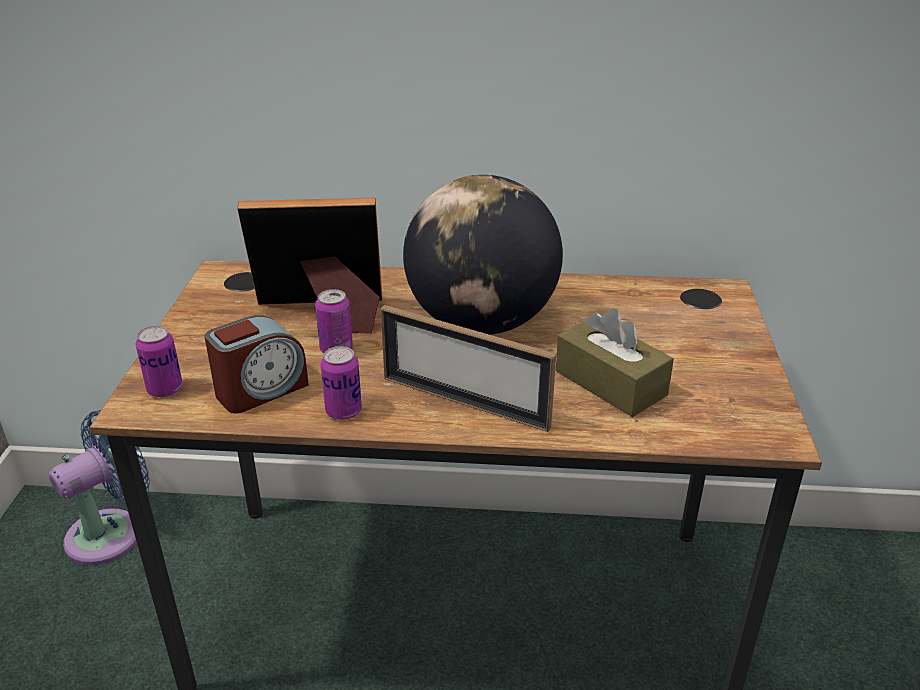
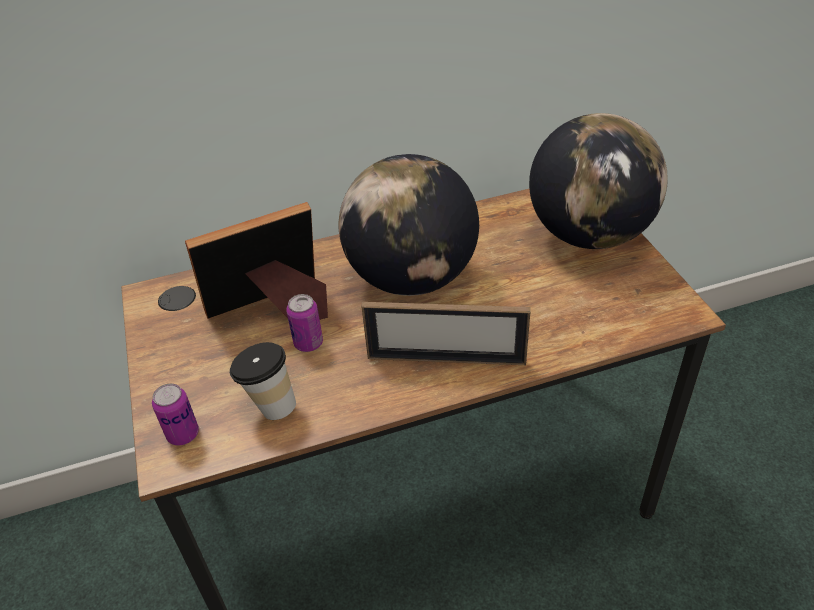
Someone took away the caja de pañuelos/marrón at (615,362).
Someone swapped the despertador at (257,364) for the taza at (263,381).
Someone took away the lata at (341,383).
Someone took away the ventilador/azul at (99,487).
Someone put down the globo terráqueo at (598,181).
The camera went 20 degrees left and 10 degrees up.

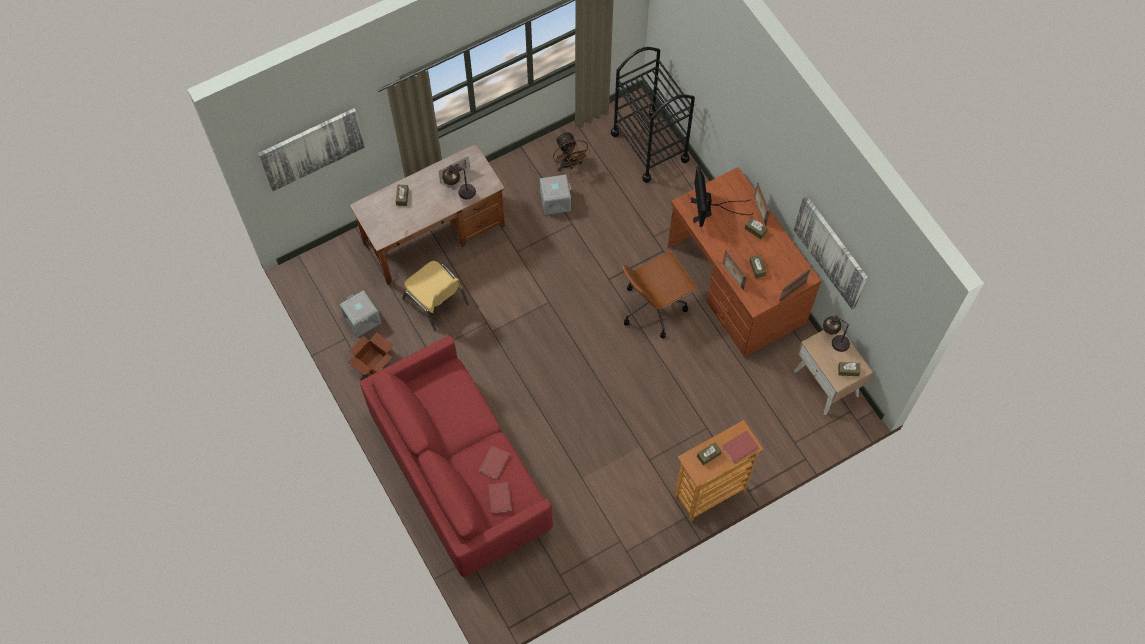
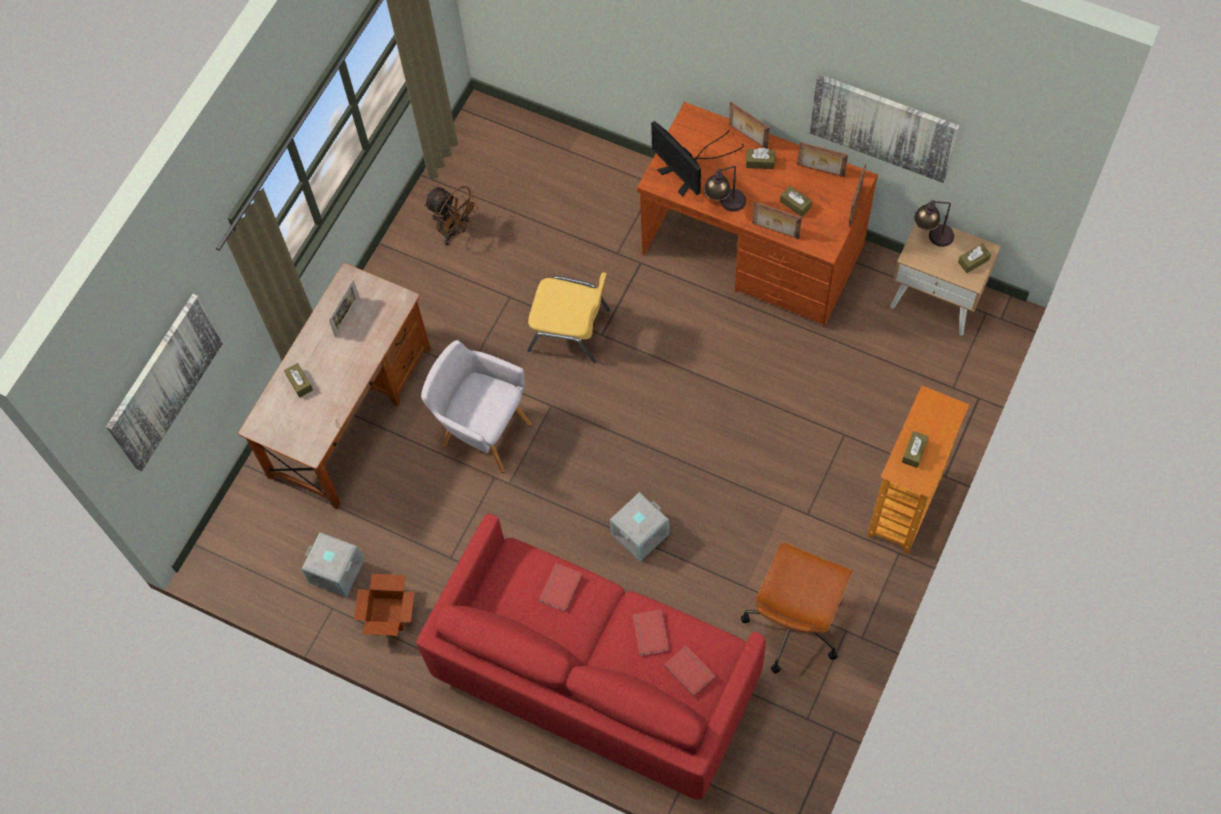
Someone took away the carrito/negro at (653,115).
Someone carried the lámpara de mesa from (459,182) to (725,189).
Someone carried the caja de almacenaje/gris from (555,194) to (639,526).
Someone carried the silla de oficina/marrón from (660,294) to (797,607).
Someone carried the silla/amarillo from (435,295) to (568,317).
Someone carried the libro/rojo from (740,446) to (561,587).
Someone put down the portarretratos at (822,159).
Someone put down the sillón/gris at (476,406).
The camera went 30 degrees left and 0 degrees up.

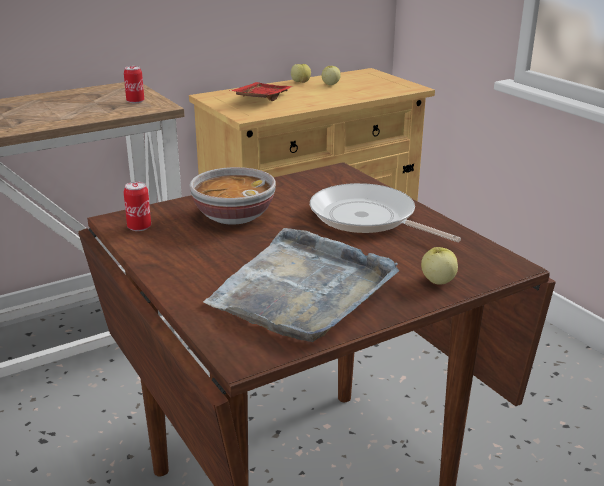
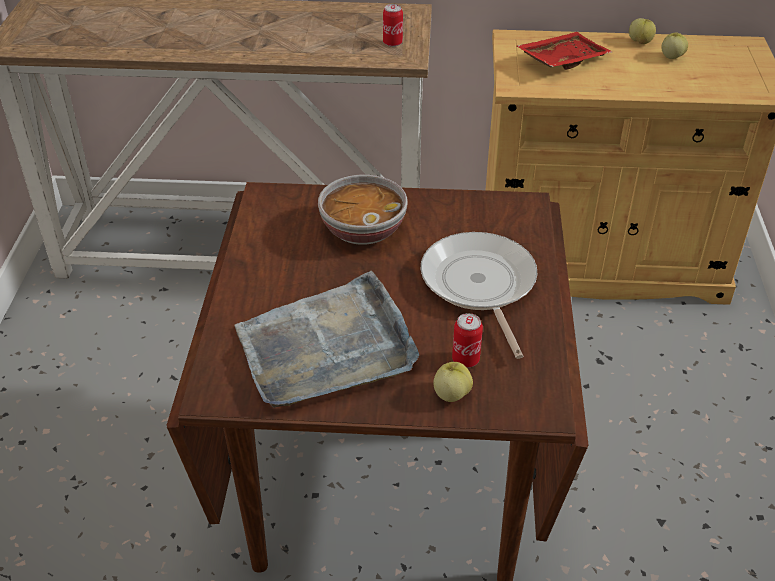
Someone carried the lata from (137,206) to (467,340).
The camera went 35 degrees right and 15 degrees up.

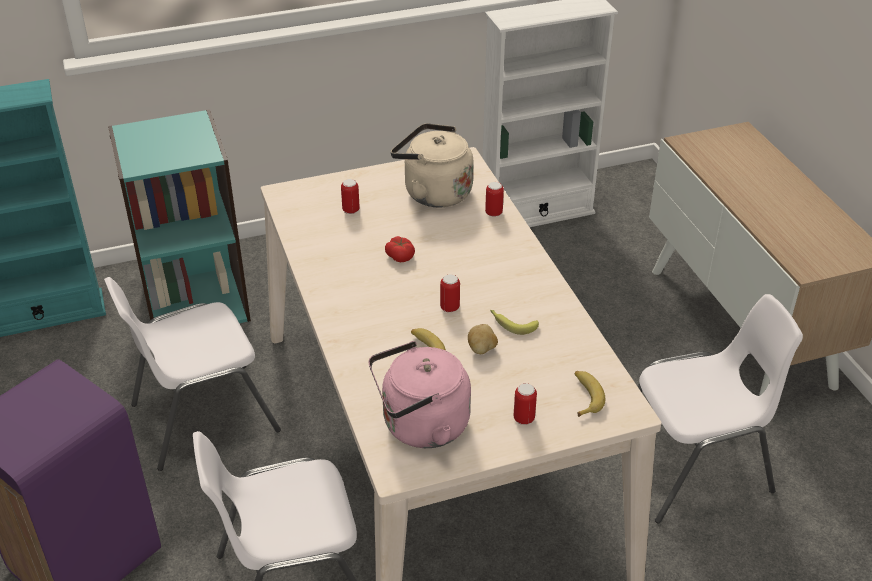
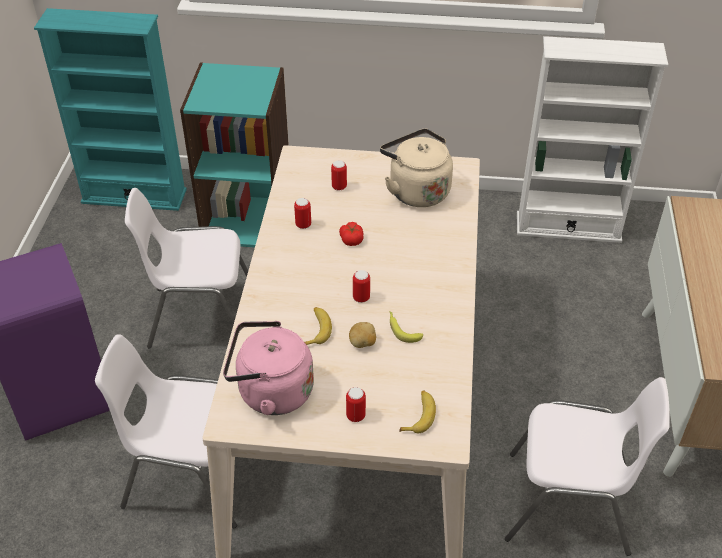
Someone carried the lata from (494,199) to (302,213).
The camera went 25 degrees right and 5 degrees up.

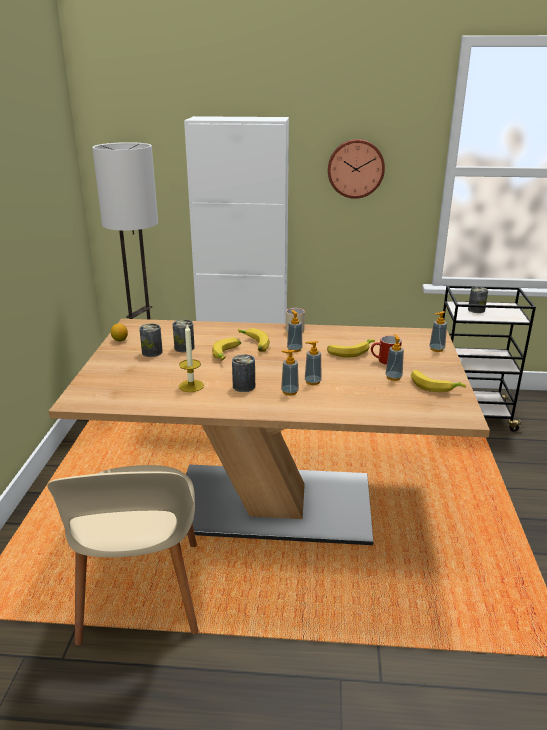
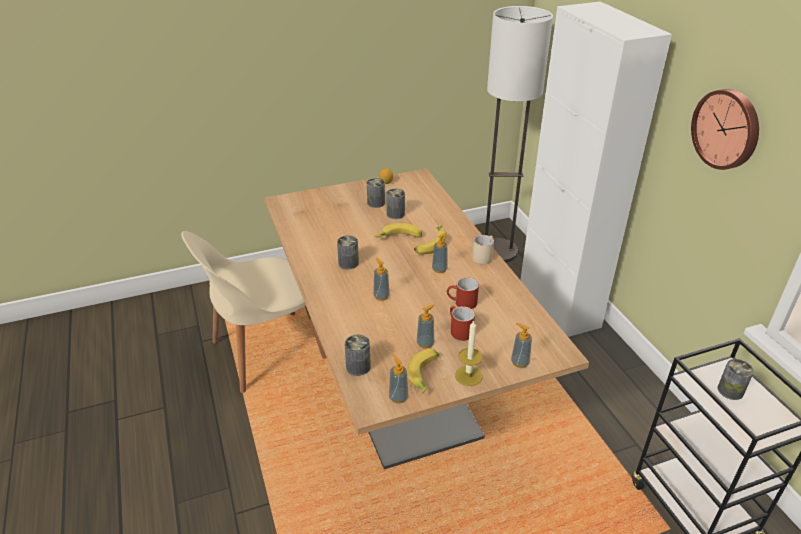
Someone carried the vela from (191,358) to (468,353).
Someone swapped the plátano at (351,348) for the taza grande/rojo at (463,293).
Someone carried the dispensador de jabón from (290,372) to (398,379).
Someone put down the lata at (358,355).
The camera went 65 degrees right and 10 degrees up.

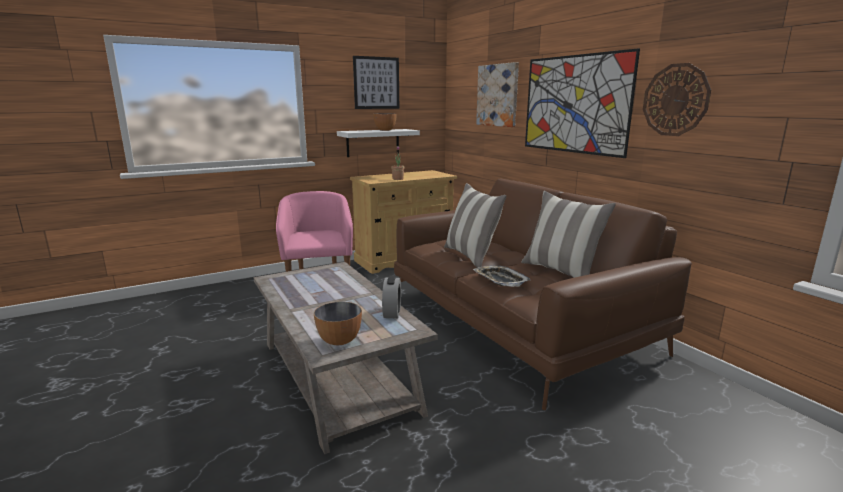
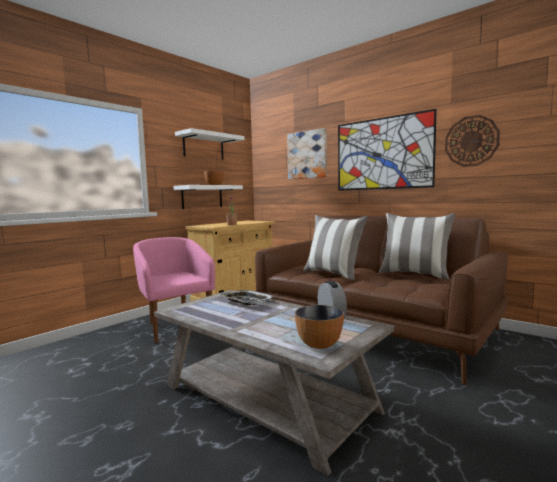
Someone swapped the cuadro at (376,82) for the estante/blanco at (210,144).
Someone carried the bandeja from (501,276) to (246,297).
The camera went 20 degrees left and 10 degrees down.

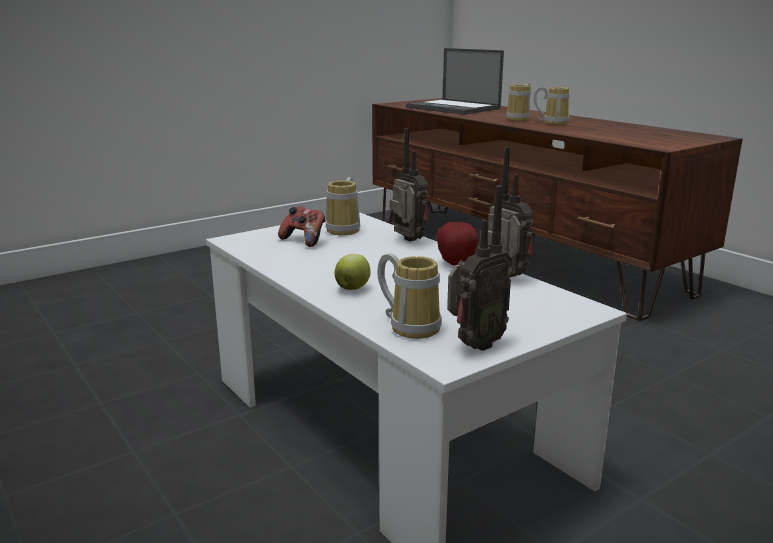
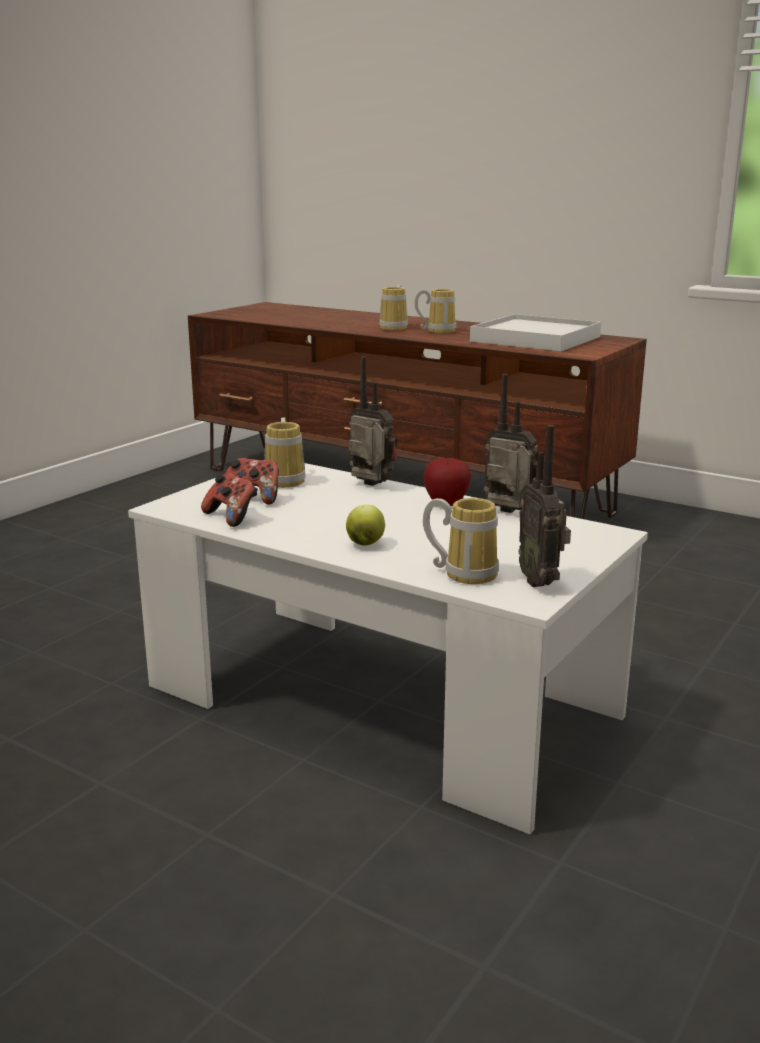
Someone took away the portátil at (455,81).
Someone rotated the radio at (479,268) by 135 degrees clockwise.
Someone put down the bandeja/blanco at (535,333).
Someone put down the mando de consola at (229,500).
The camera went 20 degrees left and 0 degrees up.

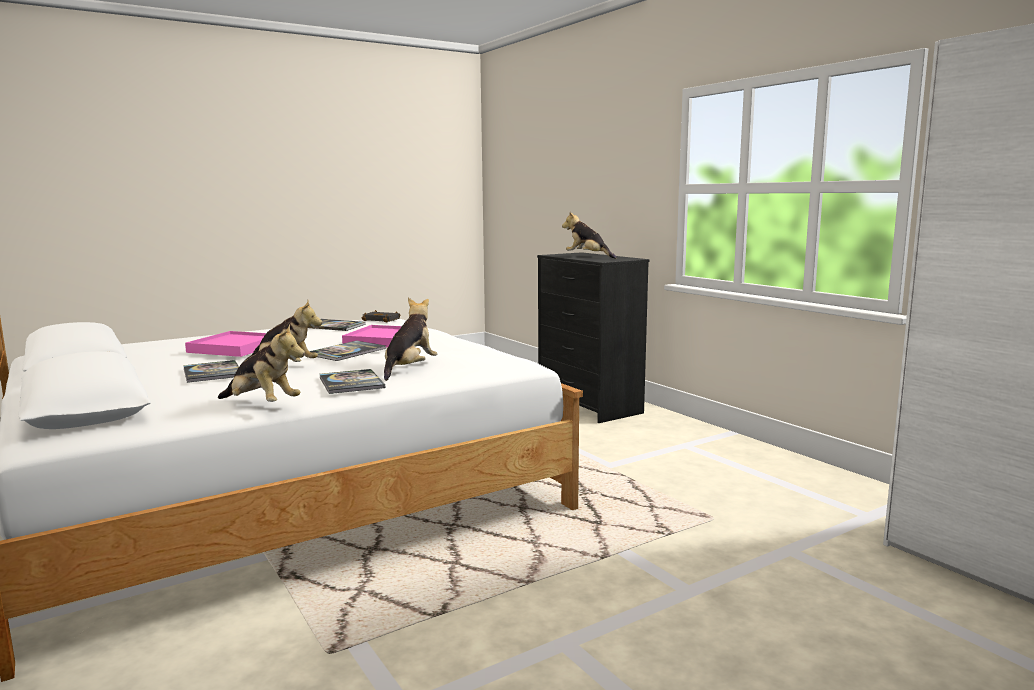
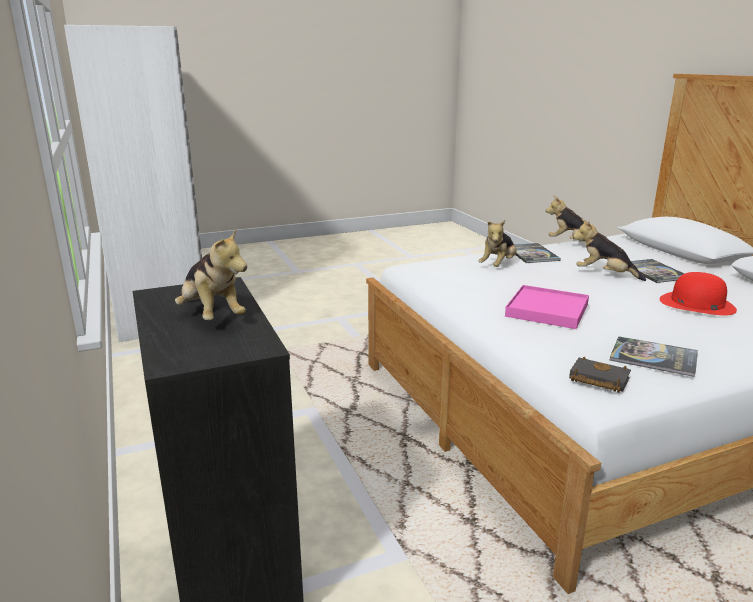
Someone swapped the bandeja/rosa at (225,344) for the sombrero/rojo at (698,293).
Someone took away the libro at (347,351).
The camera went 170 degrees left and 10 degrees up.

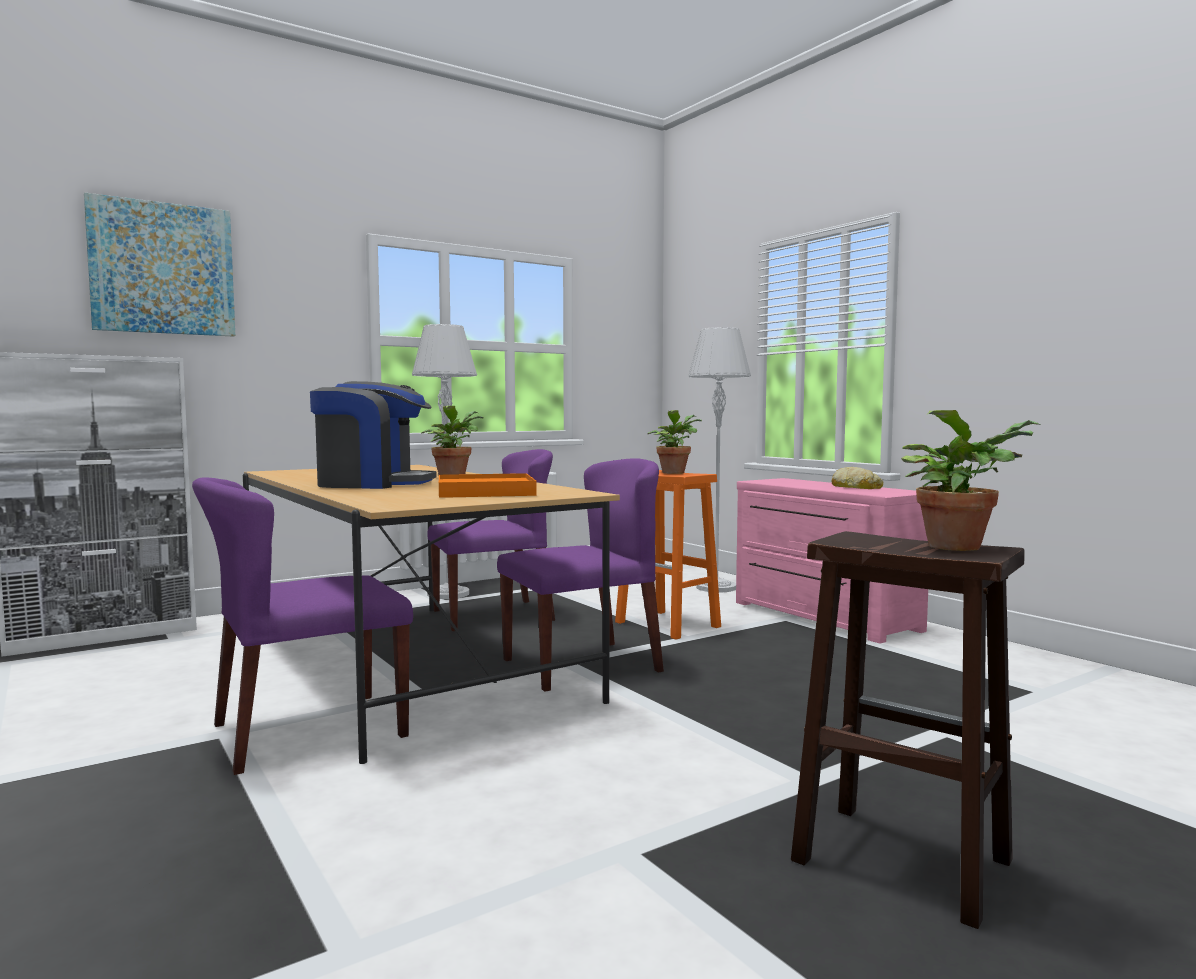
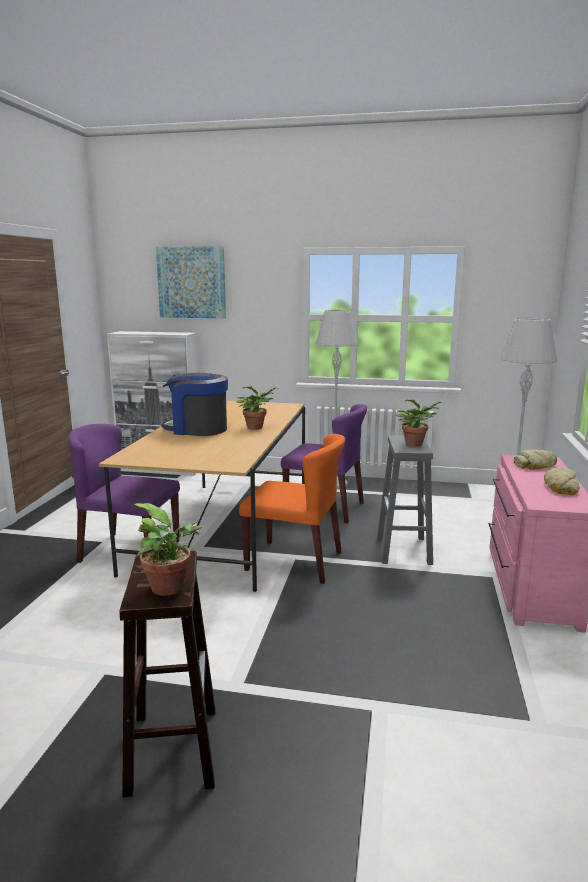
Someone rotated the cafetera at (373,435) by 150 degrees clockwise.
Someone repainted the silla/morado at (580,575), which became the silla/naranja at (292,509).
Someone repainted the taburete/naranja at (668,555), which became the taburete/gris at (405,500).
Someone took away the bandeja/naranja at (488,485).
Someone put down the pan at (535,459).
The camera went 45 degrees right and 10 degrees up.

